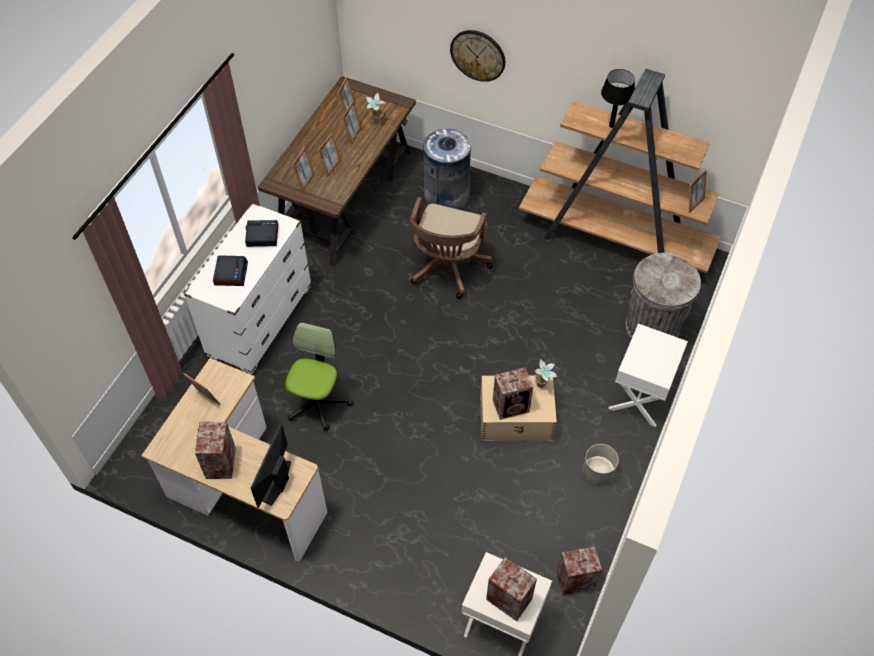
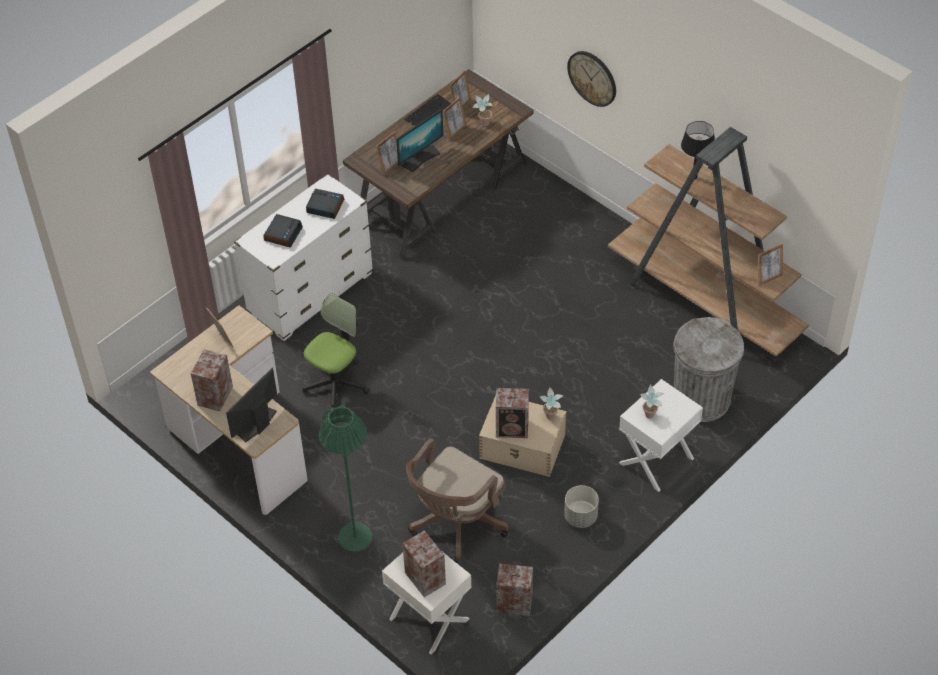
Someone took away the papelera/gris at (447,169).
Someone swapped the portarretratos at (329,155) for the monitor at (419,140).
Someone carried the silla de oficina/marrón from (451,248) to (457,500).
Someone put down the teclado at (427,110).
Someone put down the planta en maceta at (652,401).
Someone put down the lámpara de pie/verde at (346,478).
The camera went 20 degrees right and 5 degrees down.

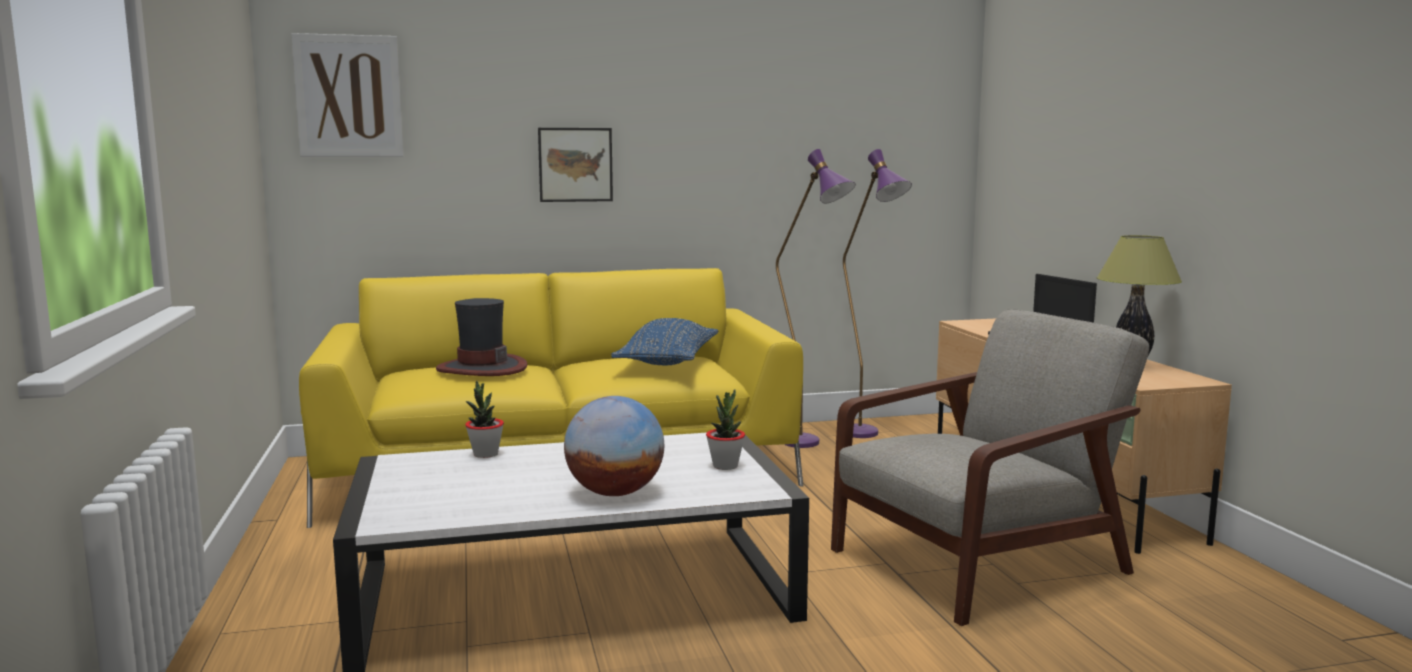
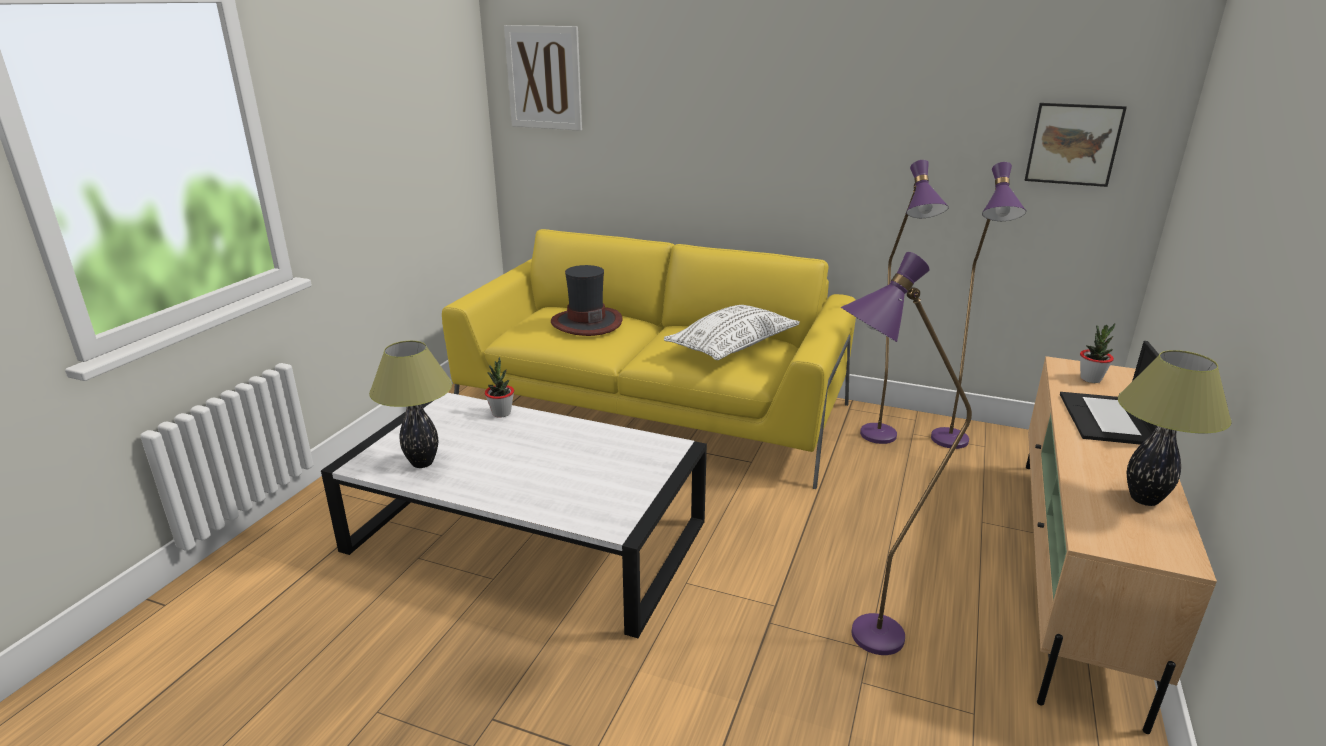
Someone carried the cuadro from (575,165) to (1076,145).
Someone swapped the sillón/gris at (990,468) for the lámpara de pie/morado at (906,453).
Someone repainted the cojín/azul at (664,341), which became the cojín/blanco at (732,332).
Someone carried the planta en maceta from (725,429) to (1097,353).
Someone took away the globo terráqueo at (614,446).
Someone put down the lámpara de mesa at (410,404).
The camera went 35 degrees right and 15 degrees up.

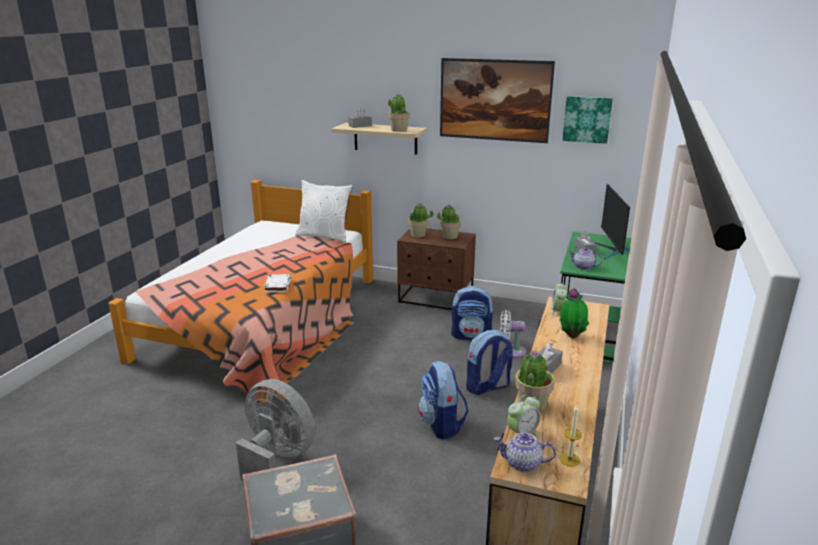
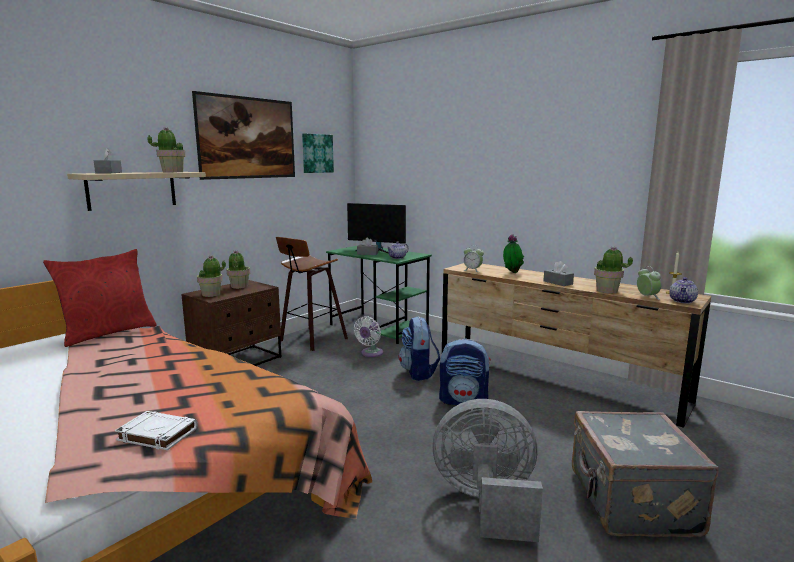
Someone repainted the cojín/blanco at (324,211), which became the cojín/rojo at (100,298).
Someone carried the libro/blanco from (277,283) to (156,430).
Someone took away the mochila at (472,313).
Someone rotated the ventilador/gris at (275,430) by 45 degrees clockwise.
Someone put down the taburete at (312,294).
The camera went 70 degrees left and 10 degrees down.

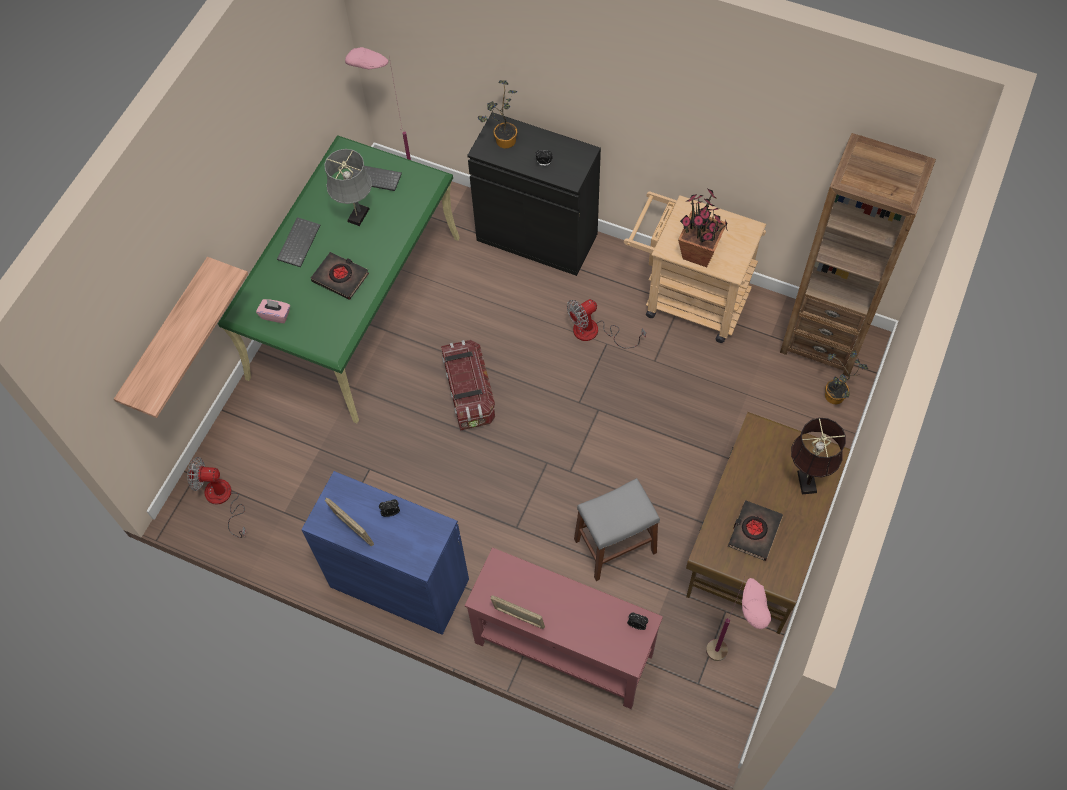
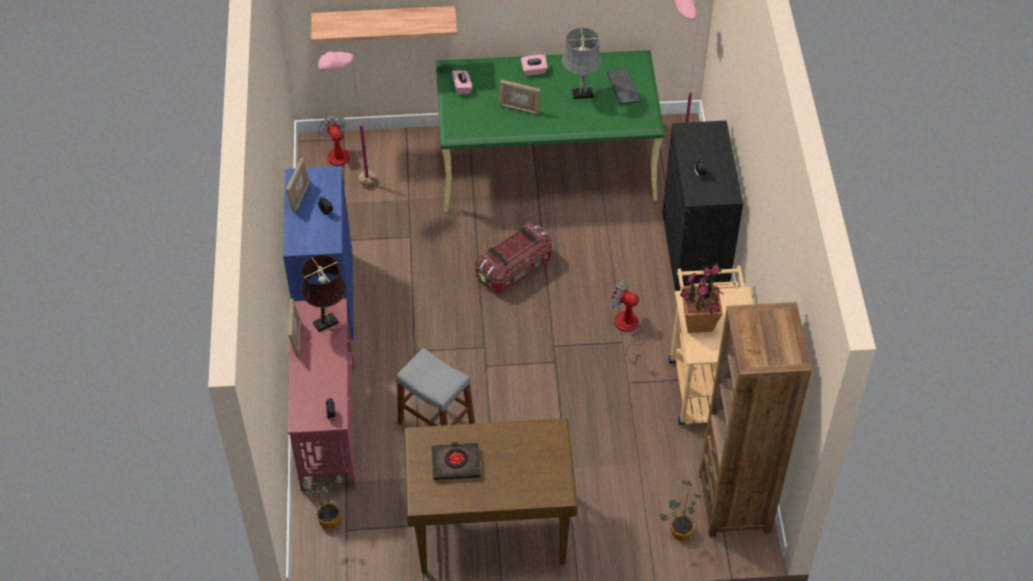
Someone carried the planta en maceta from (498,114) to (322,502).
Someone swapped the teclado at (298,242) for the caja de pañuelos/rosa at (534,65).
Someone swapped the libro/negro at (340,276) for the portarretratos at (519,97).
Someone carried the lámpara de mesa/marrón from (818,456) to (323,293).
Someone carried the lámpara de pie/rosa from (738,619) to (347,118).
The camera went 60 degrees right and 10 degrees down.

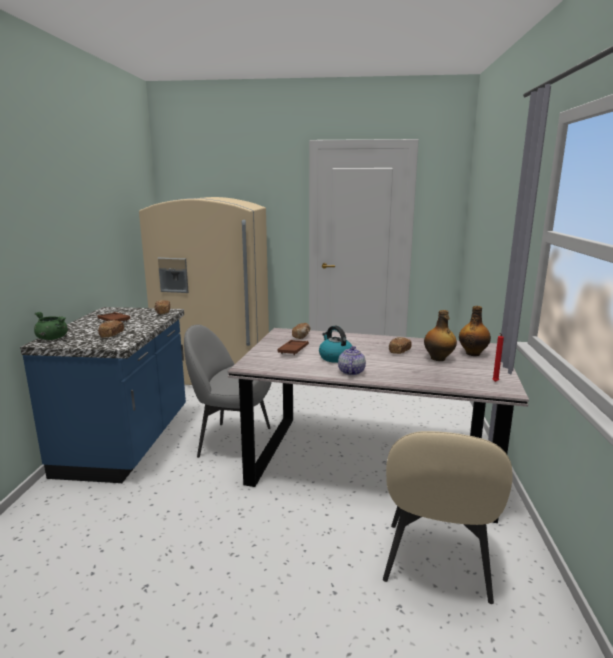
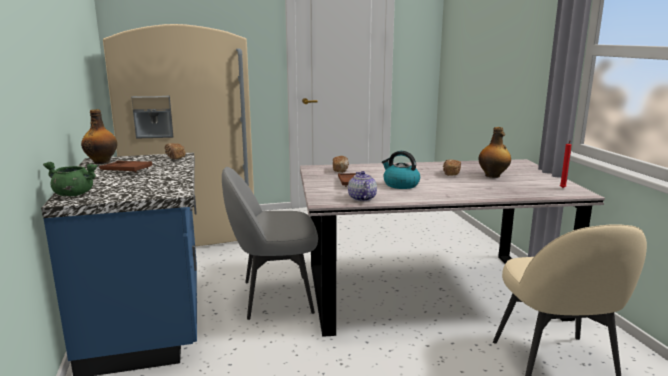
Someone carried the botella from (475,331) to (99,136).
Someone took away the pan at (111,329).
Someone carried the tetera from (352,360) to (362,186).
The camera went 20 degrees left and 0 degrees up.

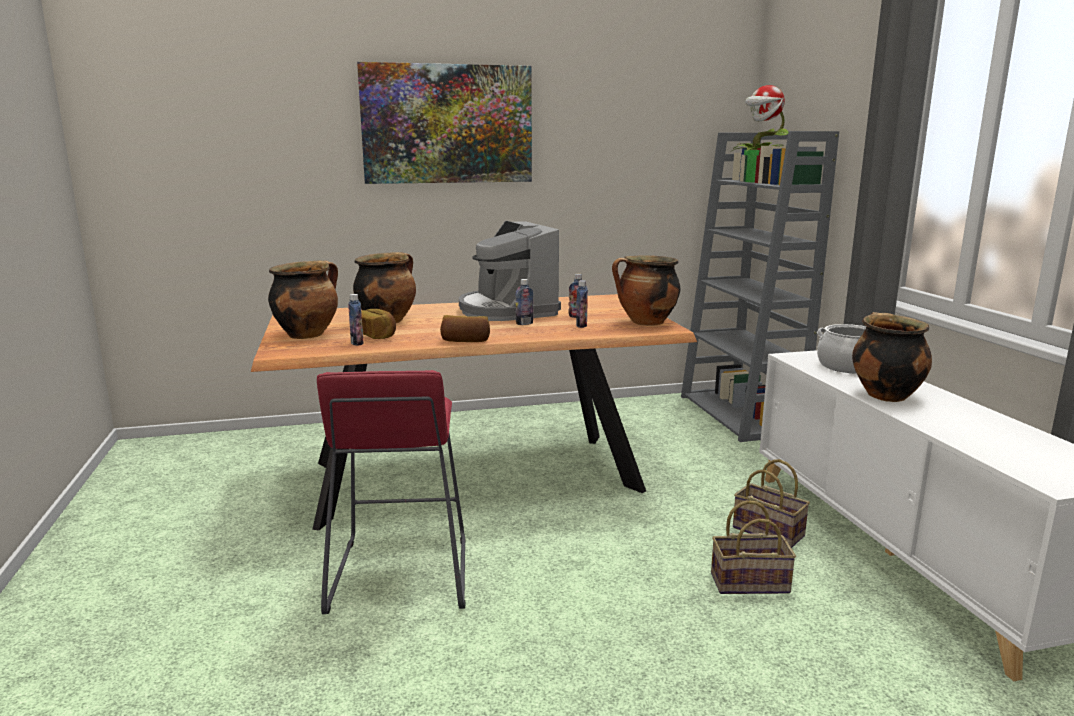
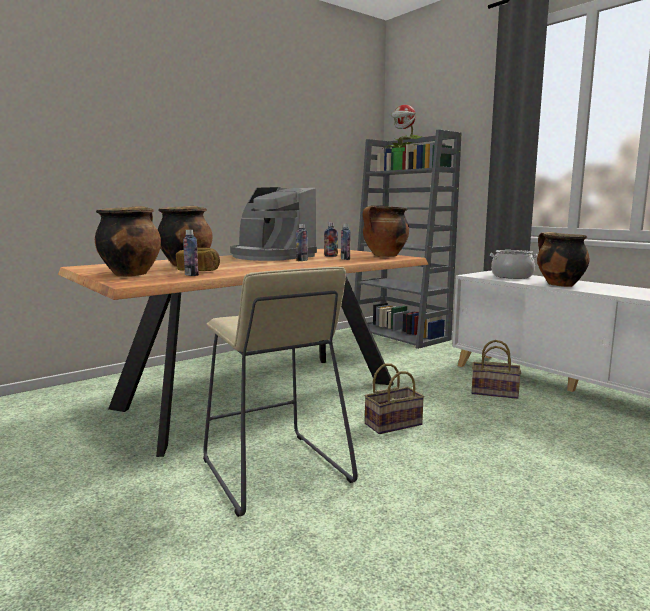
Someone took away the cuadro at (444,123).
Someone took away the pan at (465,328).
Someone repainted the taburete/rojo at (391,492), which became the taburete/beis at (280,392).
Someone carried the cesta from (753,547) to (394,399).
The camera went 25 degrees left and 5 degrees down.

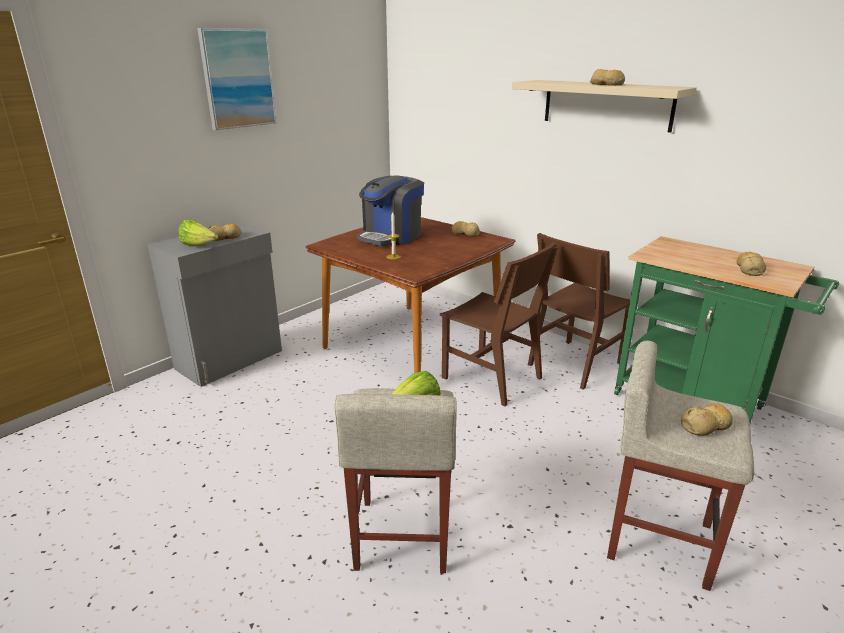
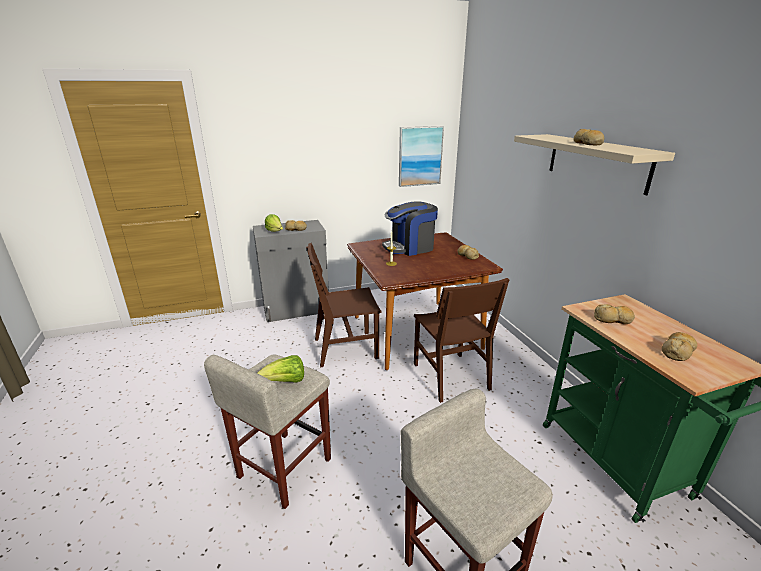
Someone carried the cuadro from (237,79) to (421,156).
Someone carried the silla/marrón from (579,311) to (343,305).
Someone carried the pan from (707,419) to (614,314).
The camera went 30 degrees right and 0 degrees up.

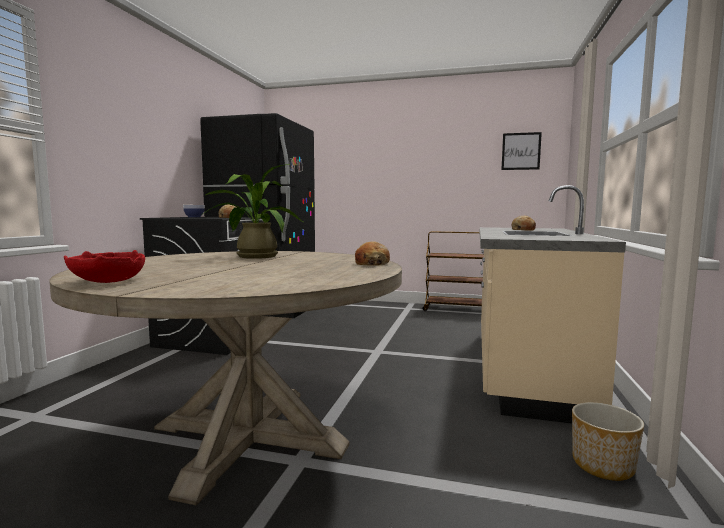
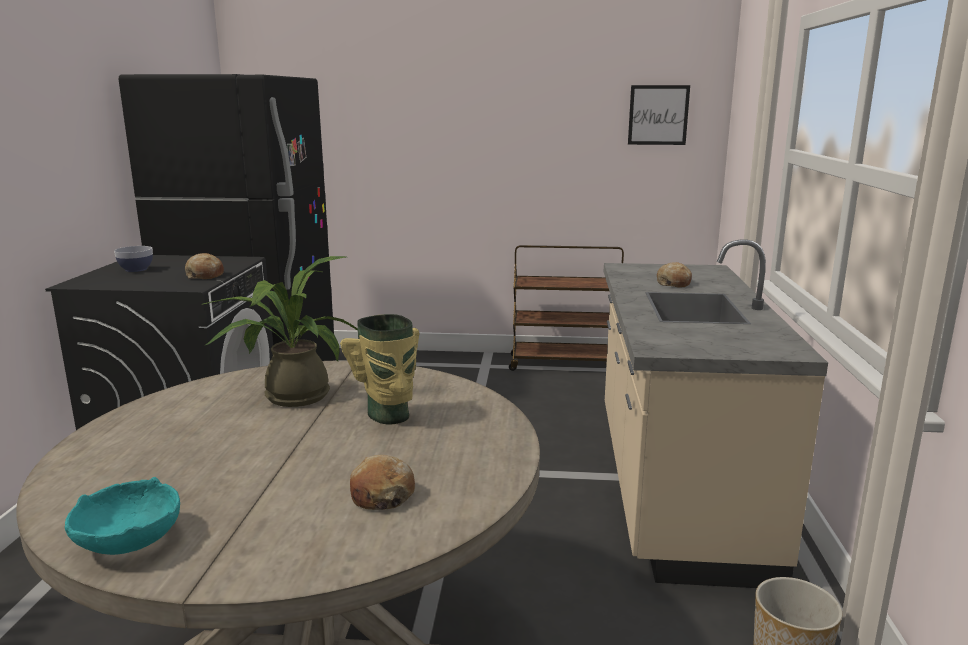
Someone carried the pan from (372,253) to (382,482).
Someone repainted the cuenco/rojo at (104,266), which became the cuenco/turquesa at (122,516).
Someone put down the florero at (380,369).
The camera went 10 degrees left and 10 degrees up.

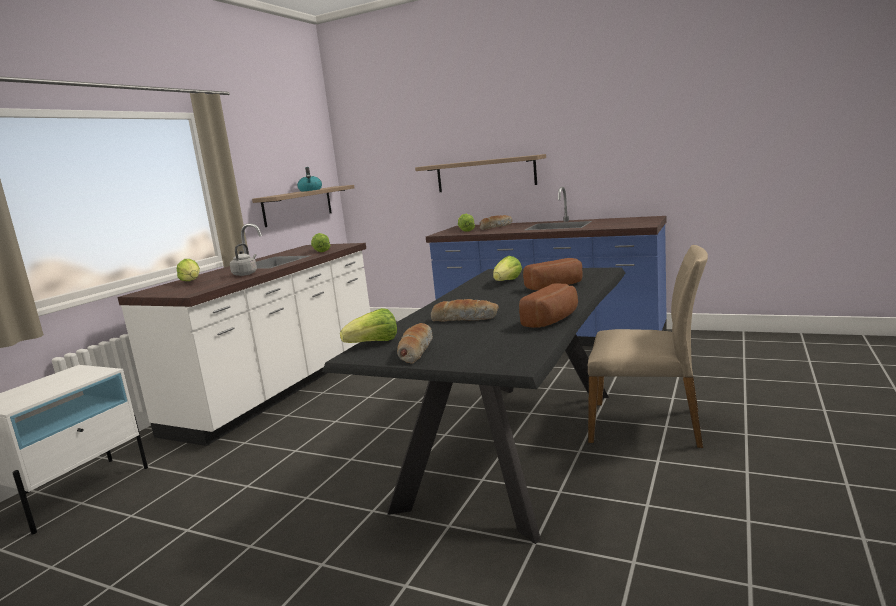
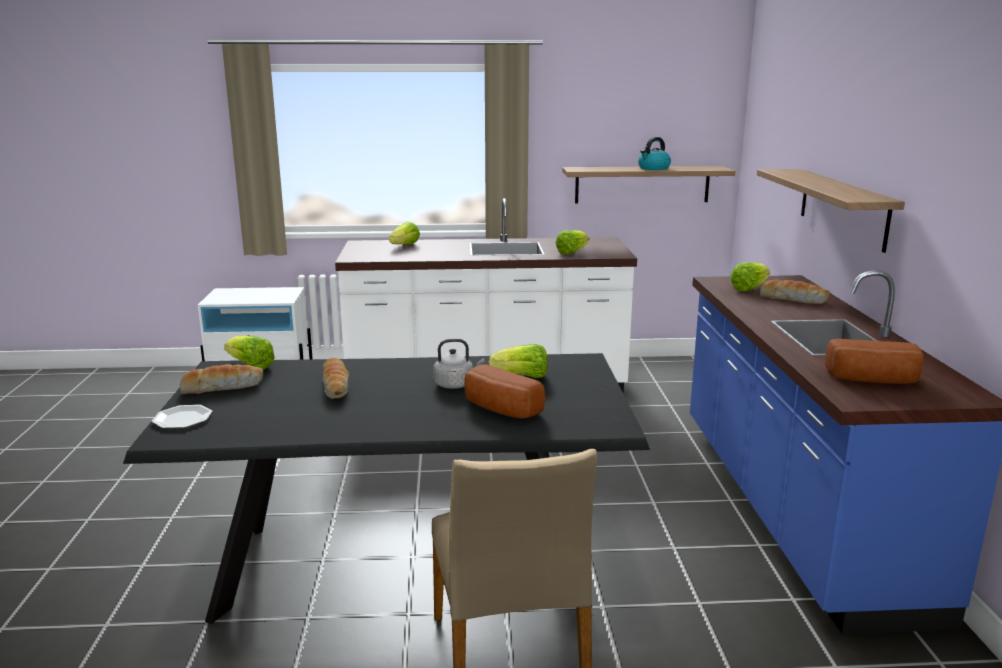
Someone carried the hervidor/gris from (243,259) to (459,364).
Someone carried the pan from (548,306) to (874,361).
Someone put down the plato at (182,417).
The camera went 60 degrees right and 5 degrees up.

